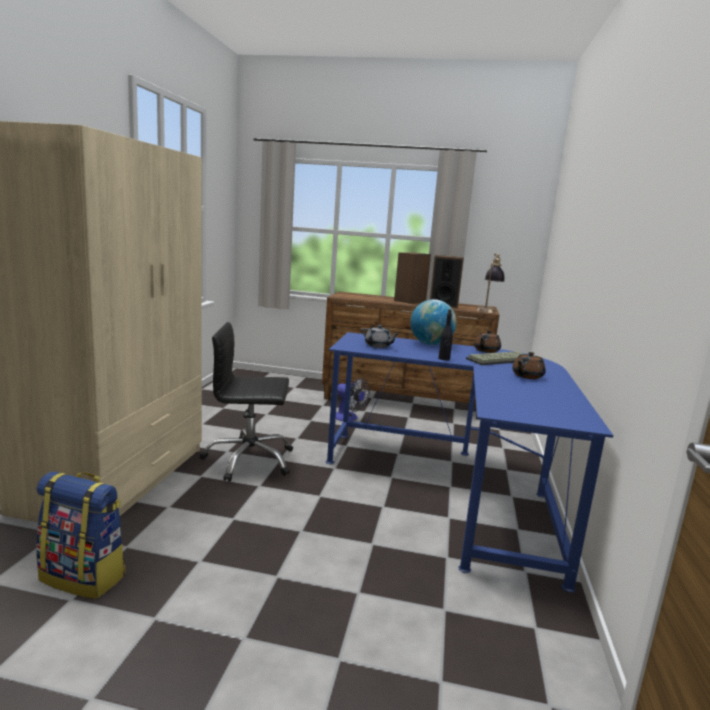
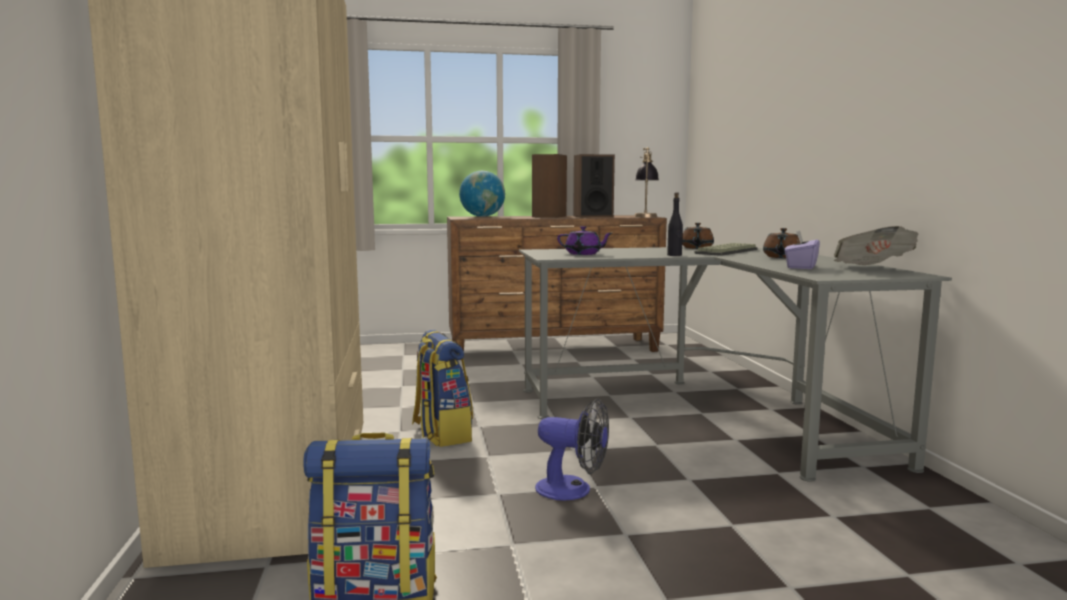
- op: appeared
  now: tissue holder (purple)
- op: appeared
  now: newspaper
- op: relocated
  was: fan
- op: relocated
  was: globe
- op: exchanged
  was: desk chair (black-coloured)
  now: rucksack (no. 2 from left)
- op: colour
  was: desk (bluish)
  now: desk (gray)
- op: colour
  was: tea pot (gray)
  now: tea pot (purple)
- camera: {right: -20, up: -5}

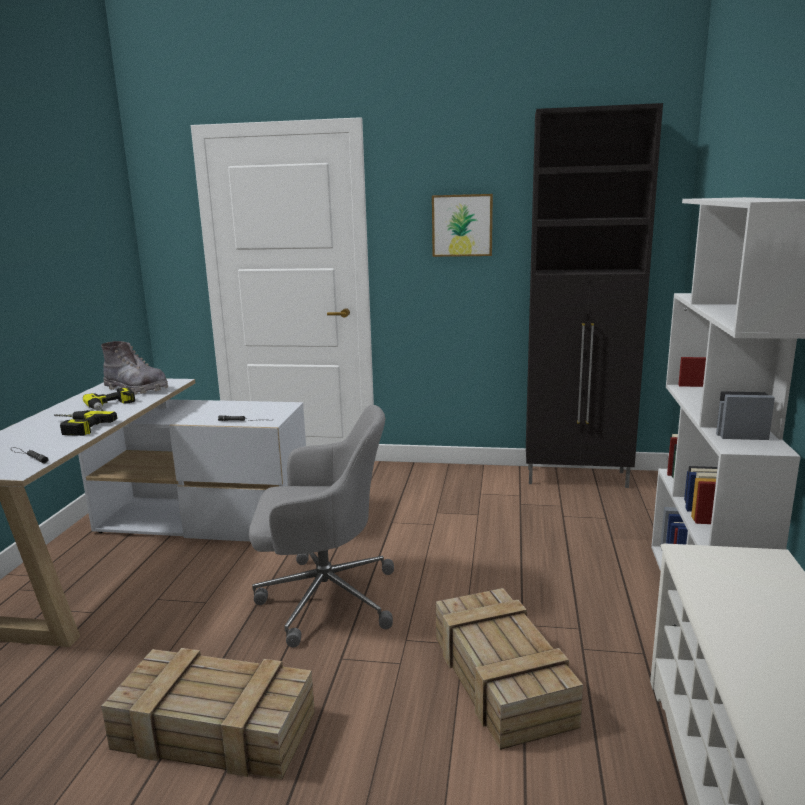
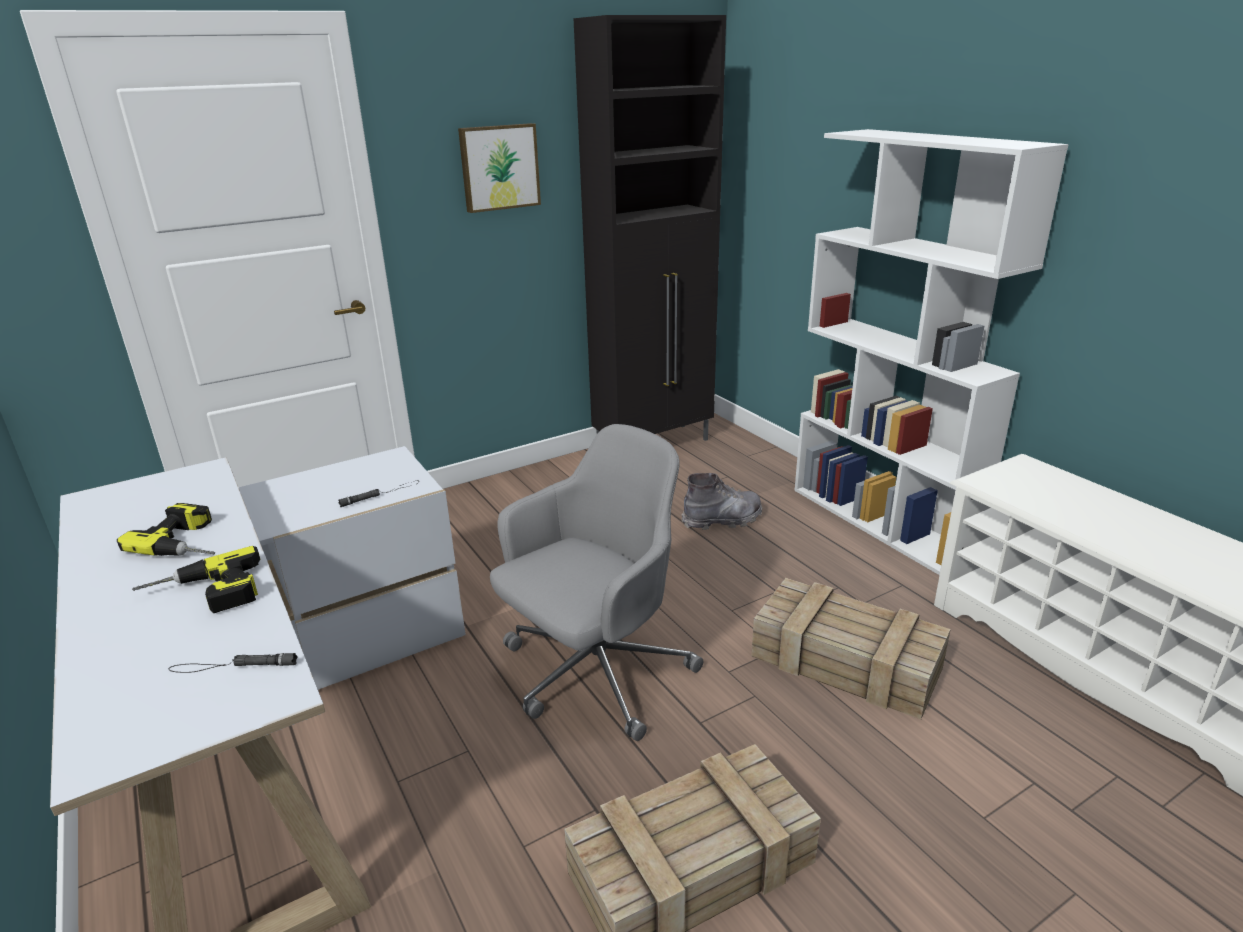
- op: relocated
  was: boot (gray)
- camera: {right: -40, up: 10}

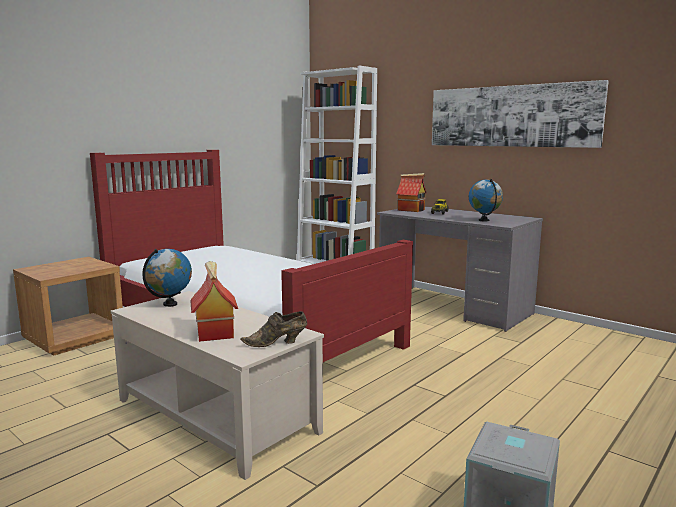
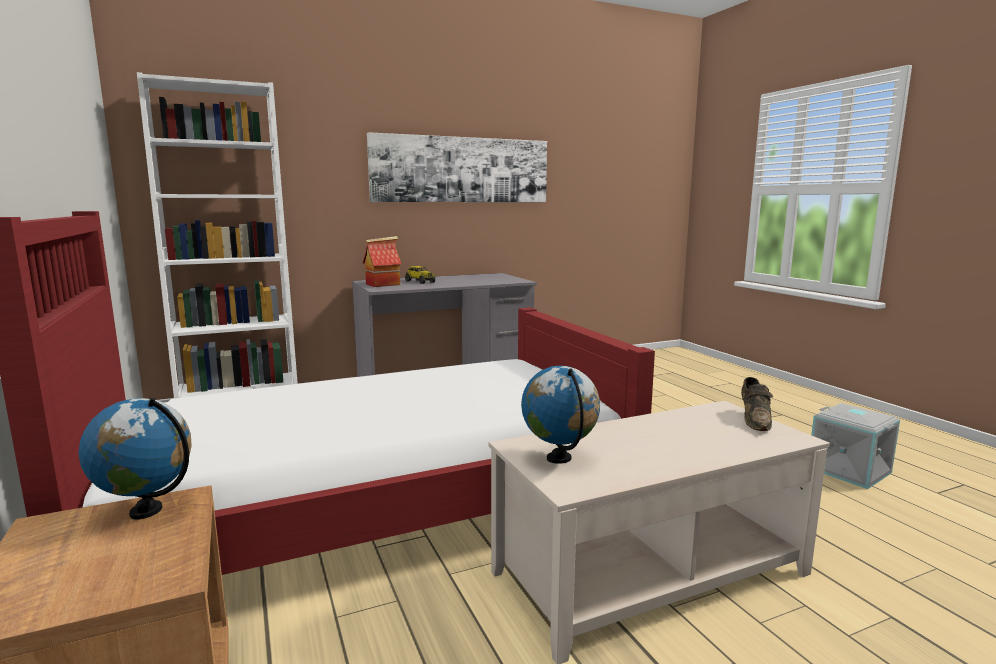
- op: missing
  was: miniature house (no. 1 from left)
- op: relocated
  was: globe (no. 2 from left in the first image)
  now: globe (no. 1 from left)
- camera: {right: -65, up: 0}

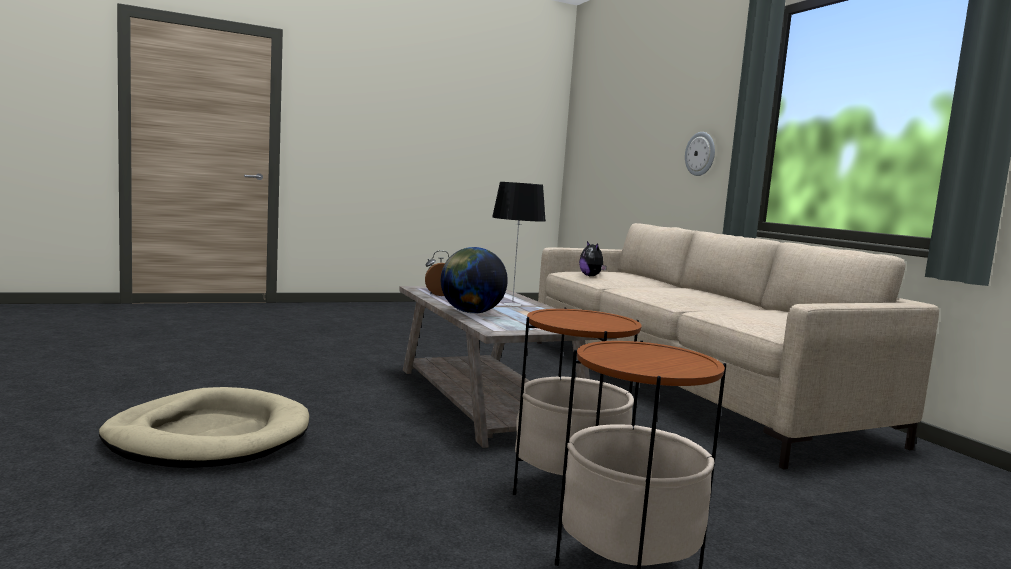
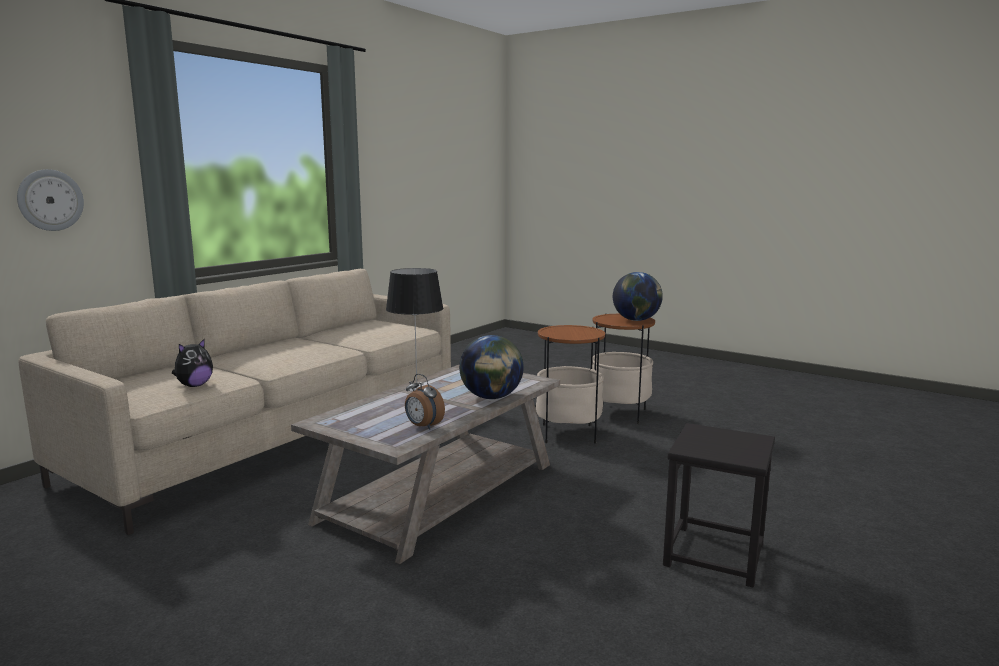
- op: appeared
  now: globe (no. 2 from left)
- op: exchanged
  was: dog bed (beige)
  now: stool (black-coloured)
- camera: {right: -120, up: 5}

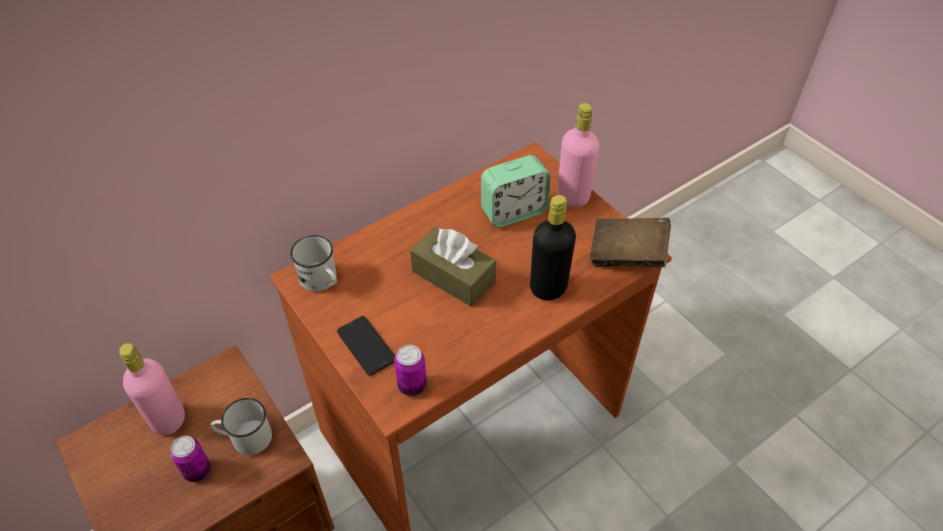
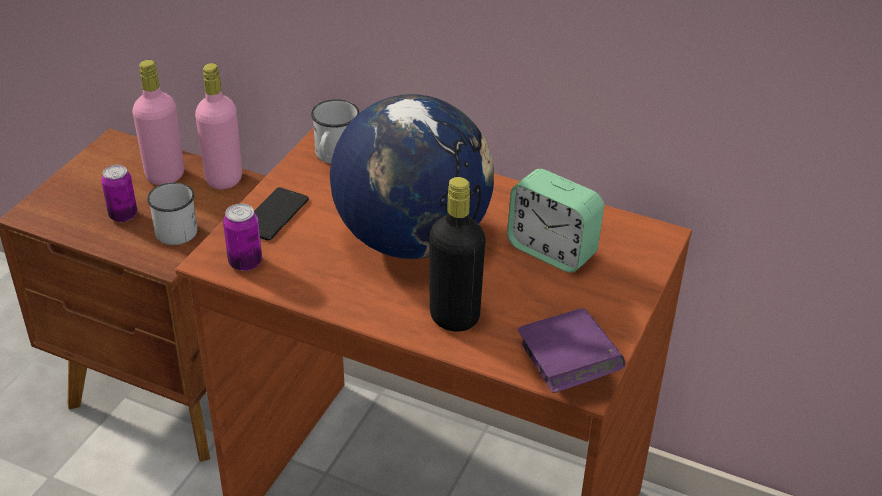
- op: relocated
  was: beverage bottle (pink-coloured) (no. 2 from left)
- op: exchanged
  was: tissue holder (brownish)
  now: globe
- op: colour
  was: volume (brownish)
  now: volume (purple)
- camera: {right: 60, up: -10}

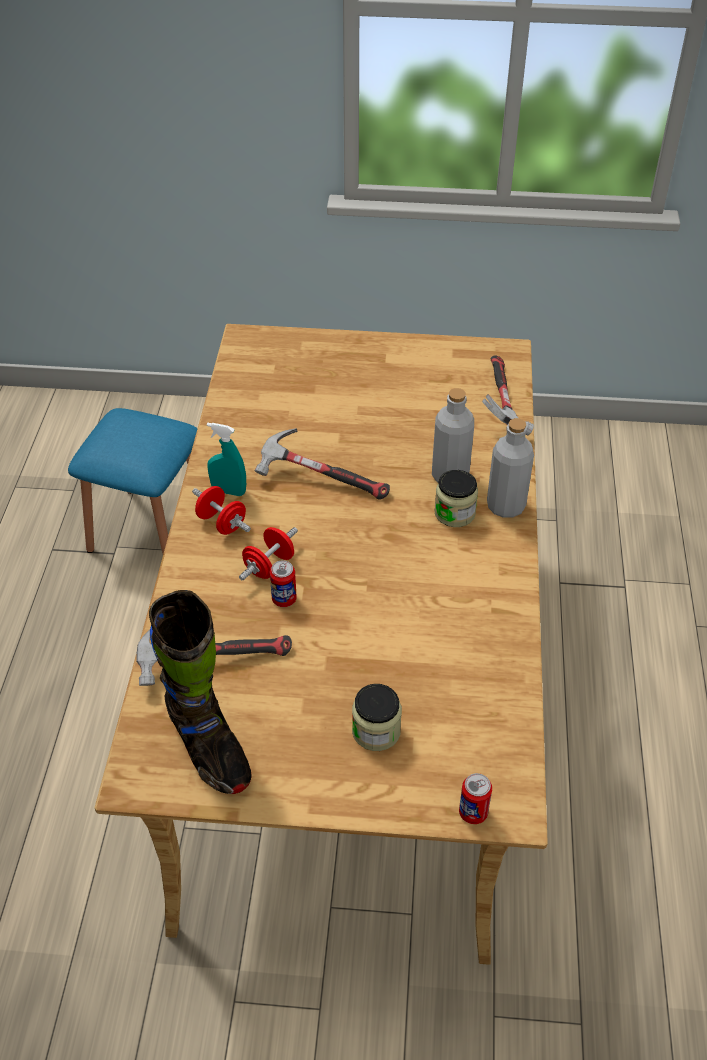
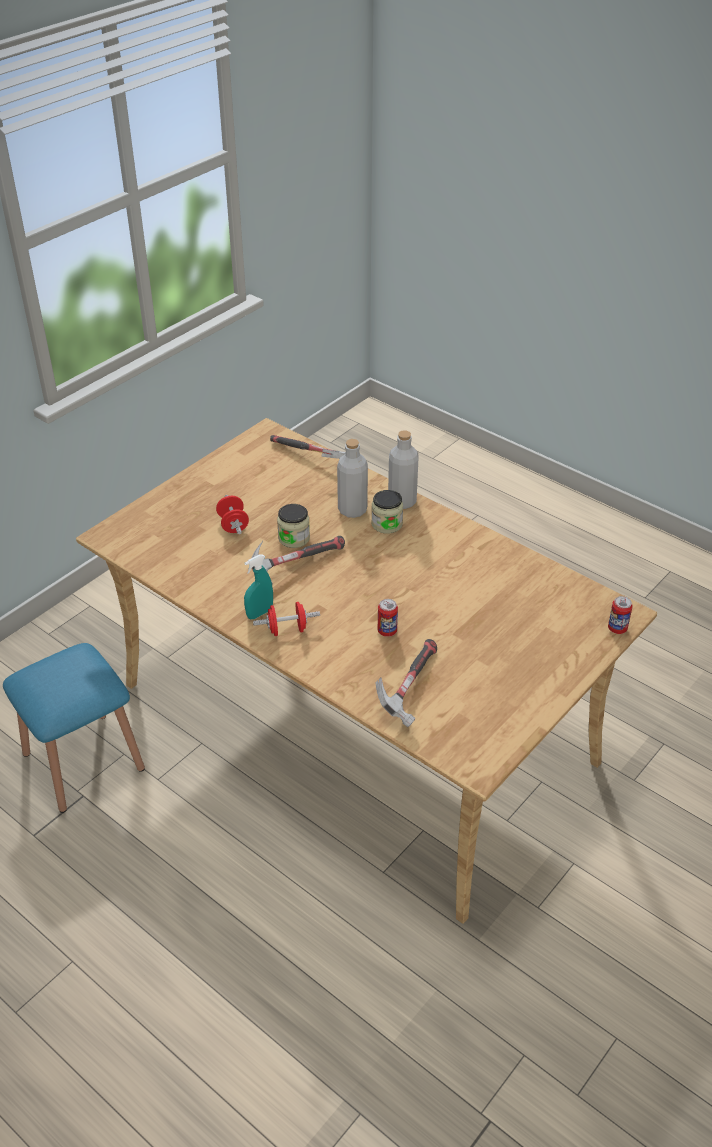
- op: missing
  was: boot (black-coloured)
- op: relocated
  was: free weight (reddish) (no. 2 from left in the first image)
  now: free weight (reddish) (no. 1 from left)
- op: relocated
  was: preserve jar (no. 1 from left)
- camera: {right: -55, up: -5}

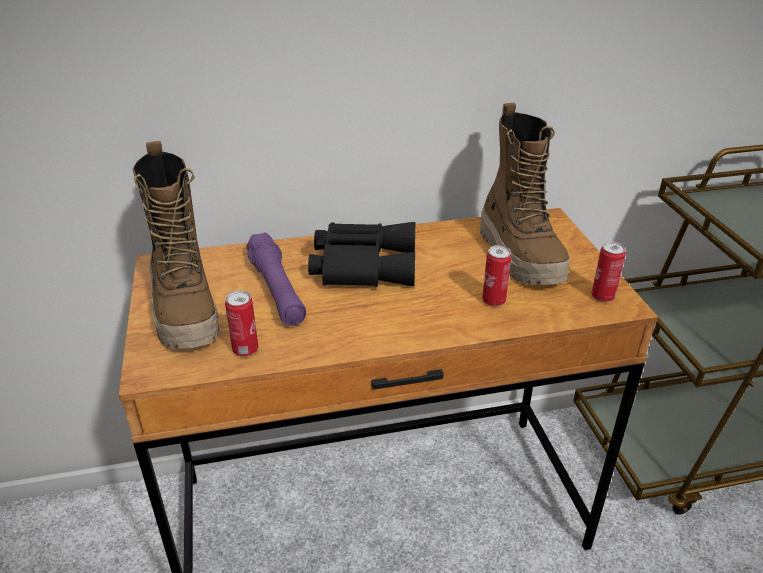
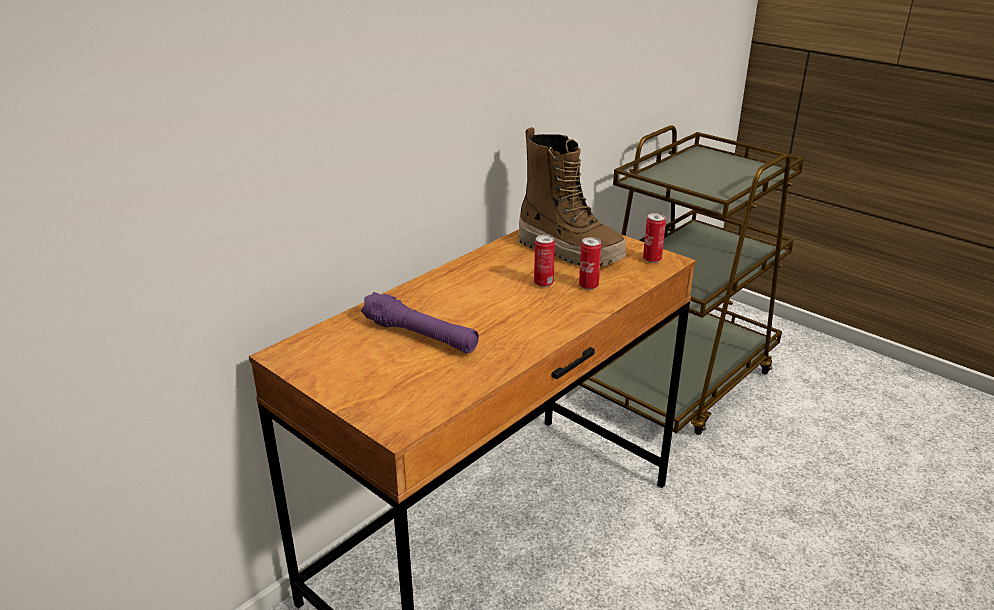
- op: missing
  was: boot (no. 1 from left)
- op: missing
  was: binoculars (black-coloured)
- op: relocated
  was: can (no. 1 from left)
- camera: {right: -35, up: -5}

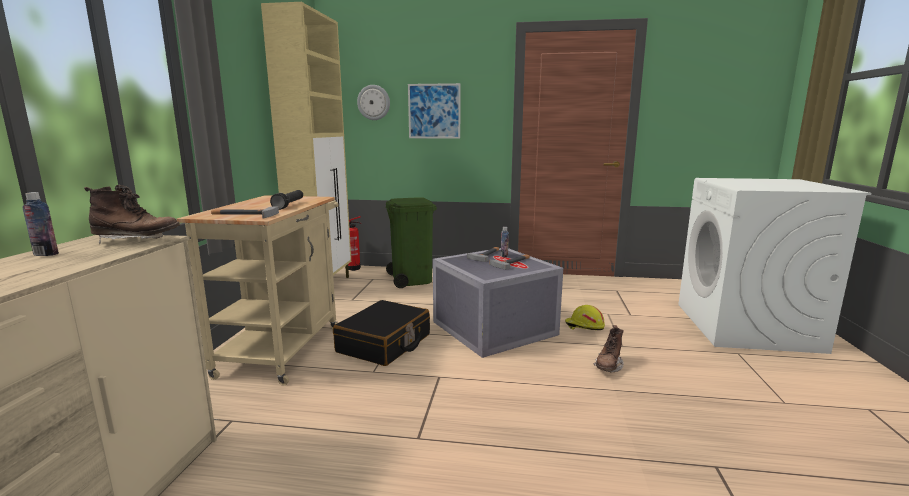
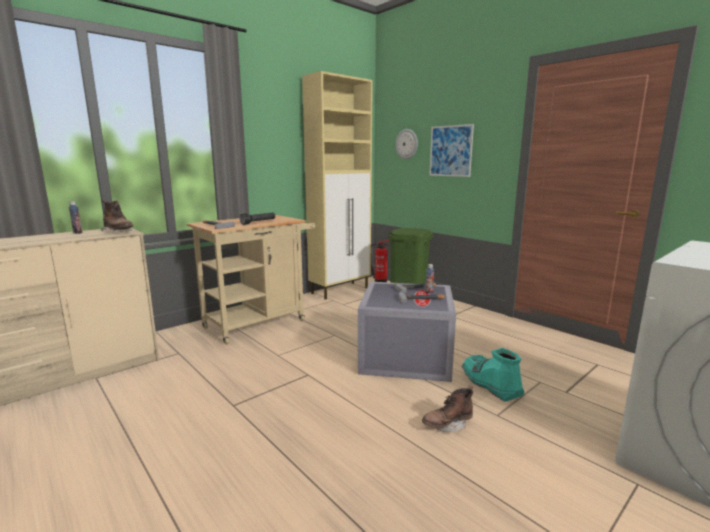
- op: missing
  was: piece of luggage (black-coloured)
- op: exchanged
  was: safety helmet (yellowish)
  now: boot (turquoise-coloured)
- camera: {right: 40, up: 0}

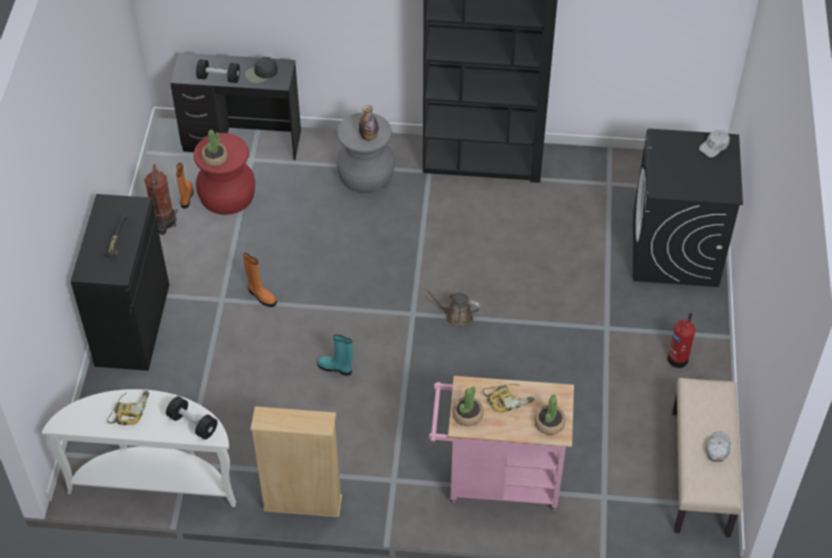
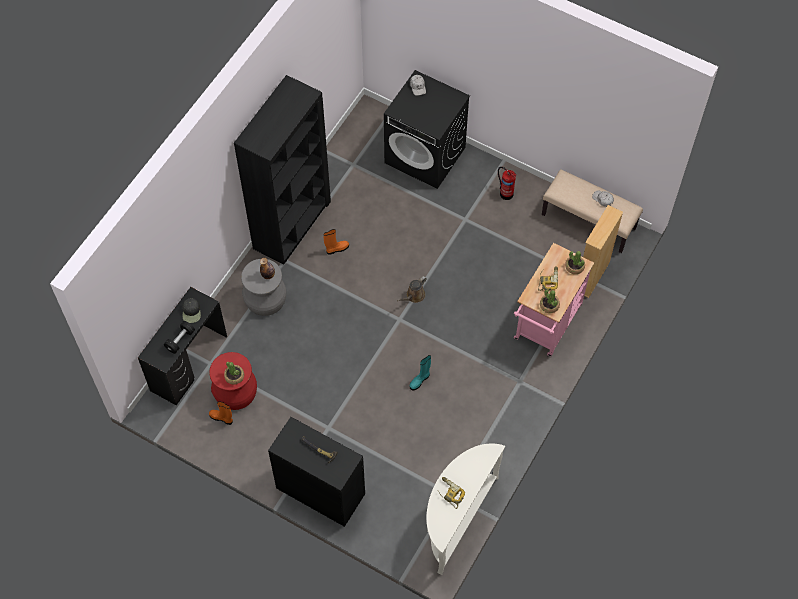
- op: missing
  was: extinguisher (no. 1 from left)
- op: missing
  was: free weight (black-coloured) (no. 1 from left)
- op: relocated
  was: boot (orange) (no. 2 from left)
- op: relocated
  was: bookshelf (beige)
- camera: {right: -65, up: 10}

